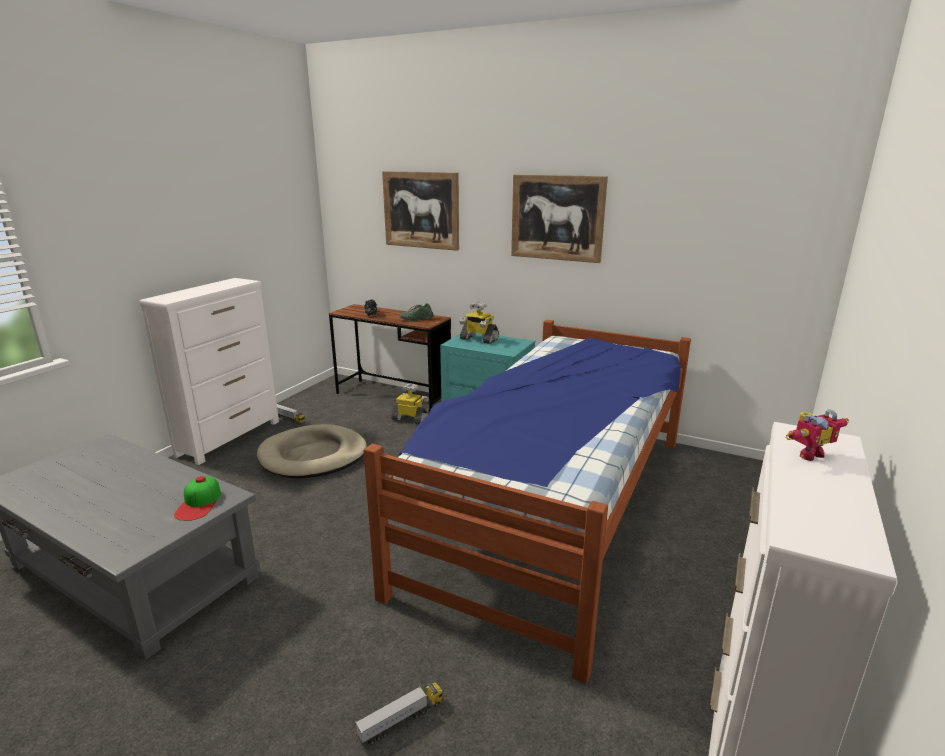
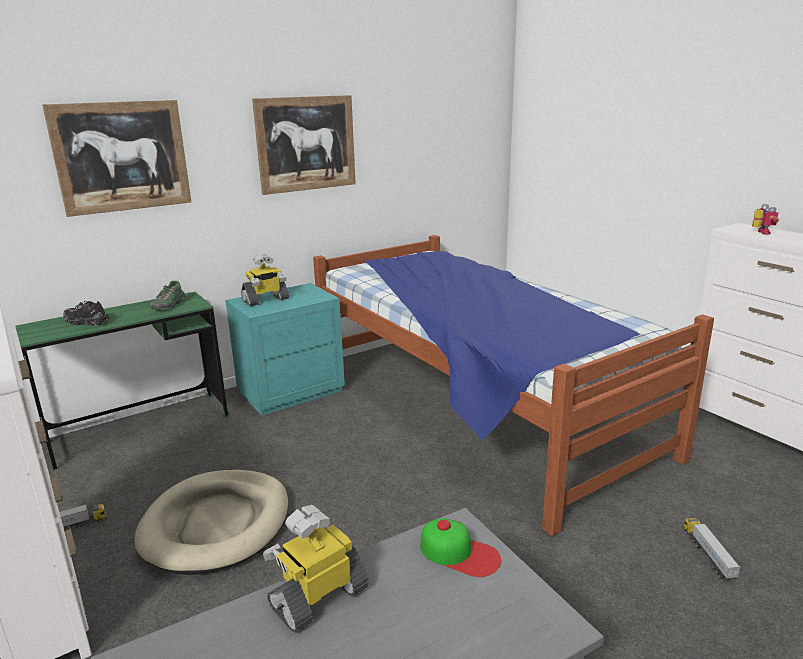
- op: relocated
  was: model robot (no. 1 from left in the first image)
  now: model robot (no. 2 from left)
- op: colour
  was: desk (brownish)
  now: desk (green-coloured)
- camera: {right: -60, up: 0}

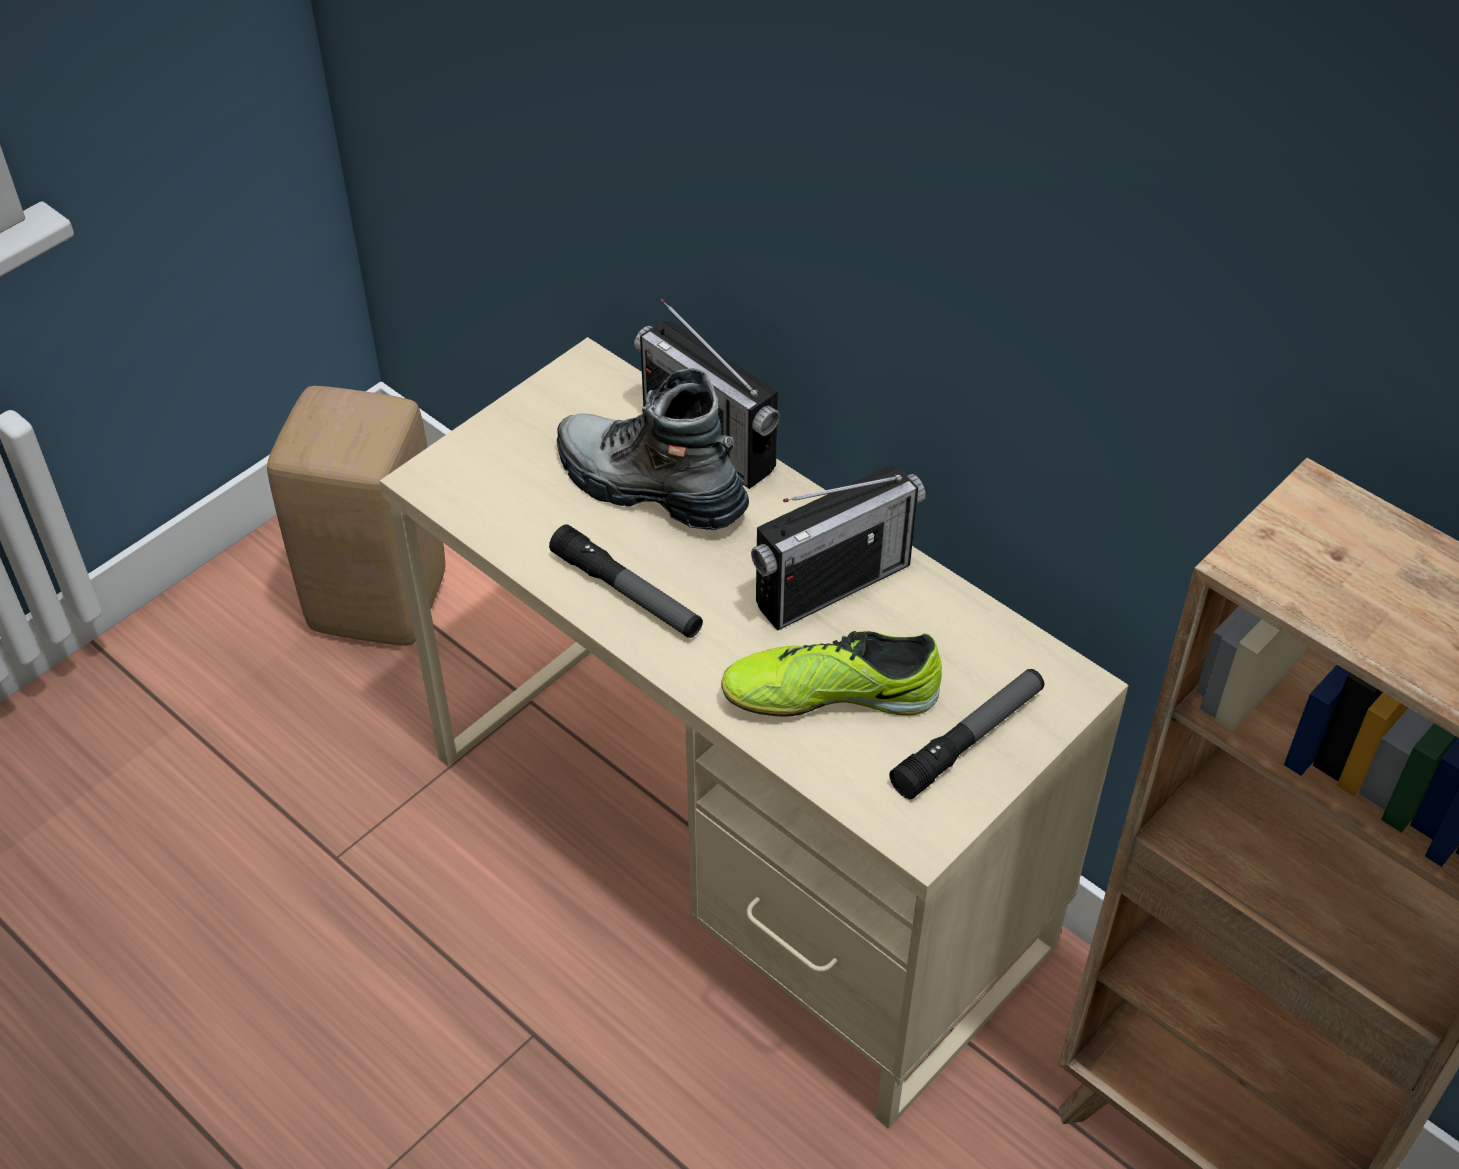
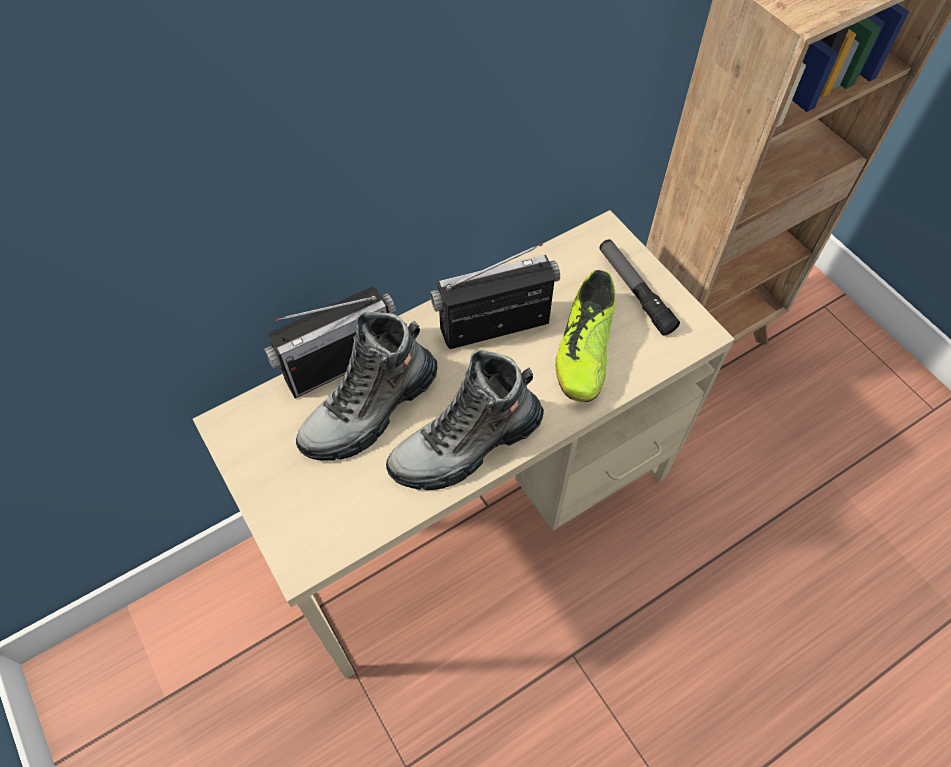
- op: missing
  was: stool (beige)
- op: exchanged
  was: flashlight (no. 1 from left)
  now: boot (no. 2 from left)
- op: spun
  was: radio set (no. 2 from left)
  clockwise: -90
- camera: {right: -75, up: 10}

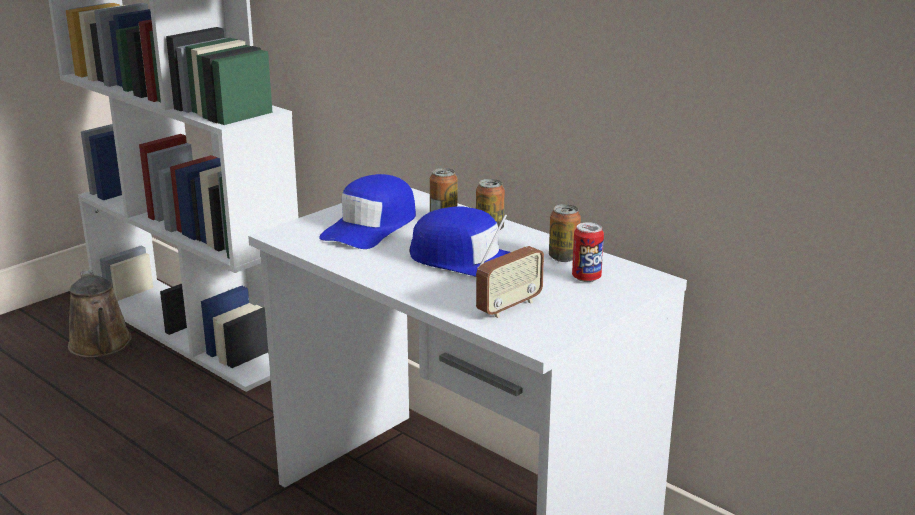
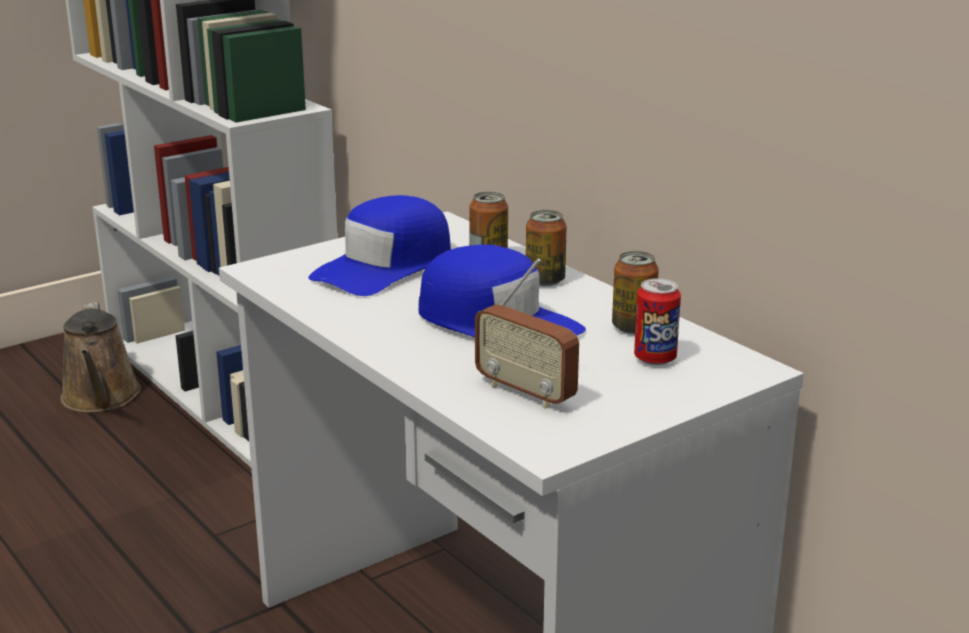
- op: spun
  was: radio set
  clockwise: 75
- camera: {right: 10, up: 0}

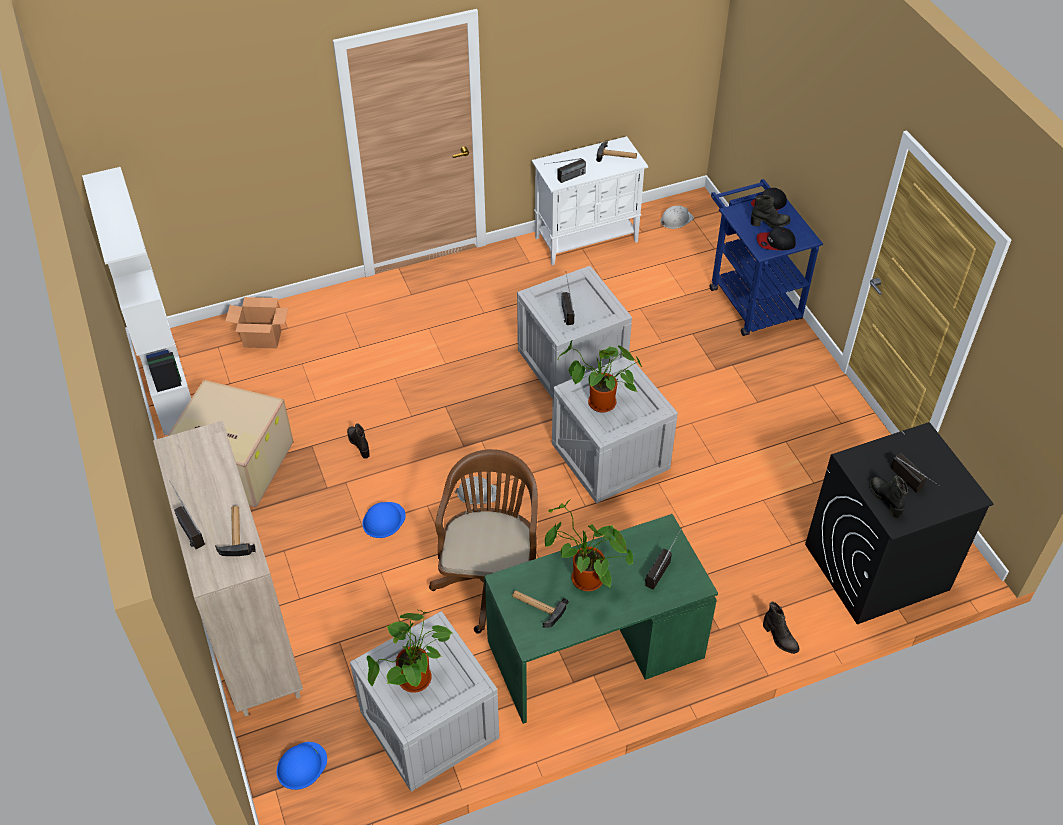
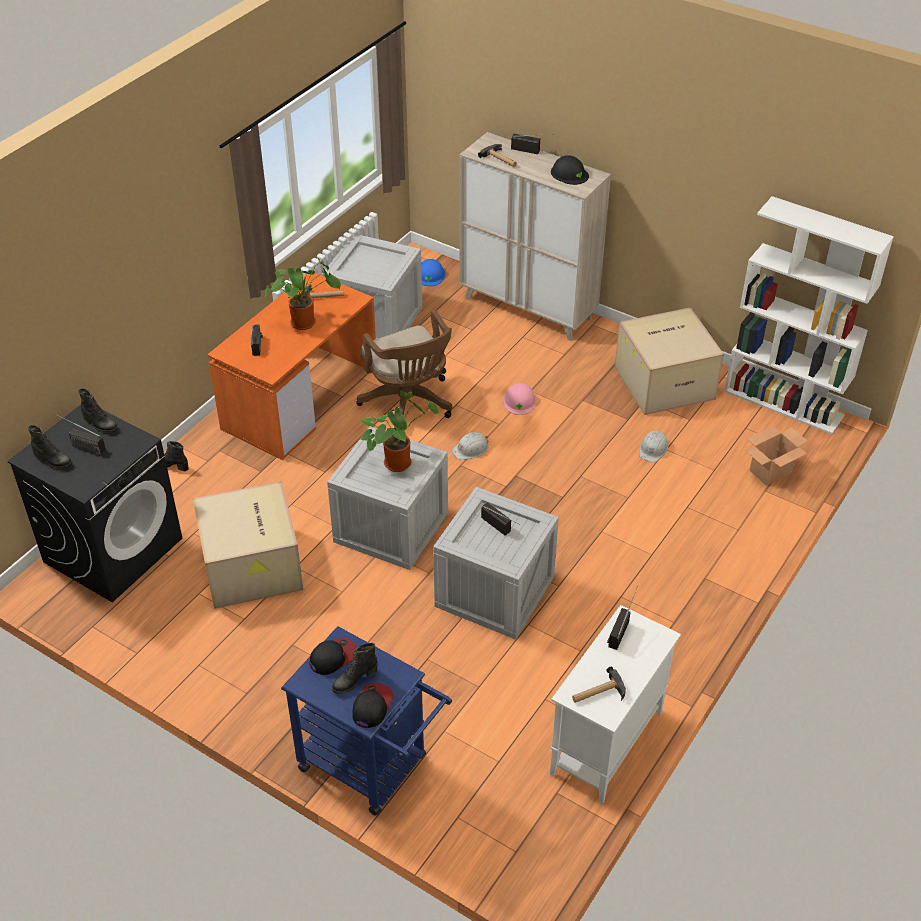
- op: missing
  was: plant in a pot (no. 1 from left)
- op: appeared
  now: carton (no. 1 from left)
- op: appeared
  now: safety helmet (black-coloured)
- op: relocated
  was: boot (black-coloured) (no. 1 from left)
- op: relocated
  was: safety helmet (white) (no. 2 from left)
- op: colour
  was: safety helmet (bluish) (no. 2 from left)
  now: safety helmet (pink-coloured)
- op: colour
  was: desk (green-coloured)
  now: desk (orange)
- camera: {right: 145, up: -5}

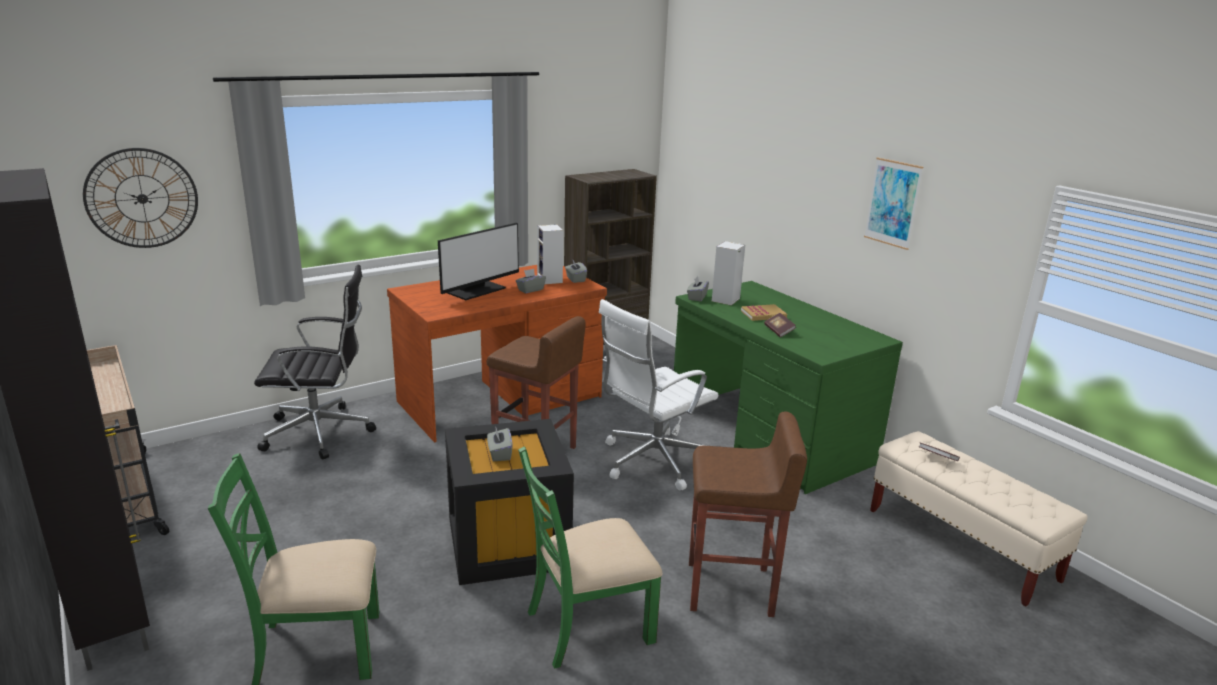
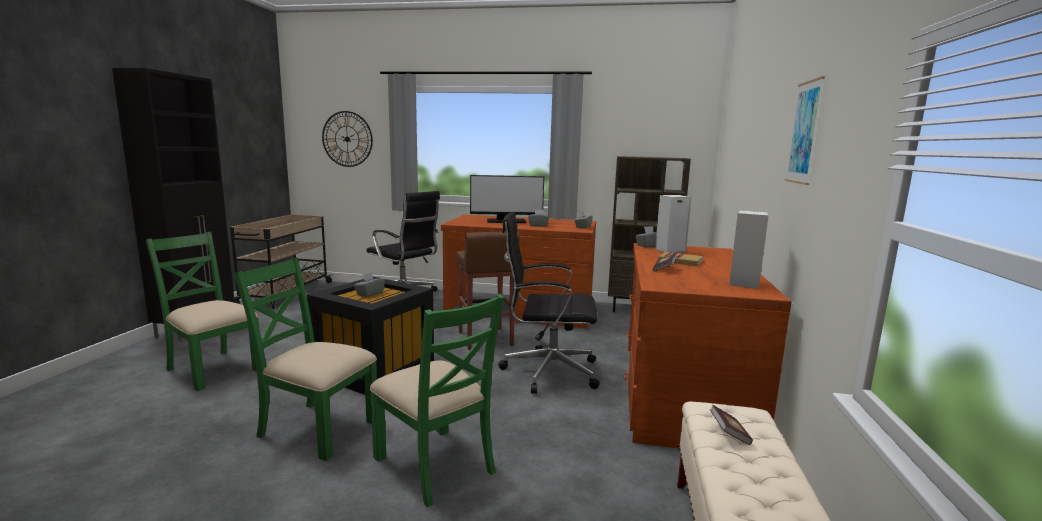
- op: relocated
  was: speaker (no. 1 from left in the first image)
  now: speaker (no. 2 from left)
- op: exchanged
  was: stool (brownish) (no. 2 from left)
  now: chair (green-coloured) (no. 3 from left)
- op: colour
  was: desk chair (white)
  now: desk chair (black-coloured) (no. 2 from left)
- op: colour
  was: desk (green-coloured)
  now: desk (brownish) (no. 2 from left)
- camera: {right: 45, up: -10}

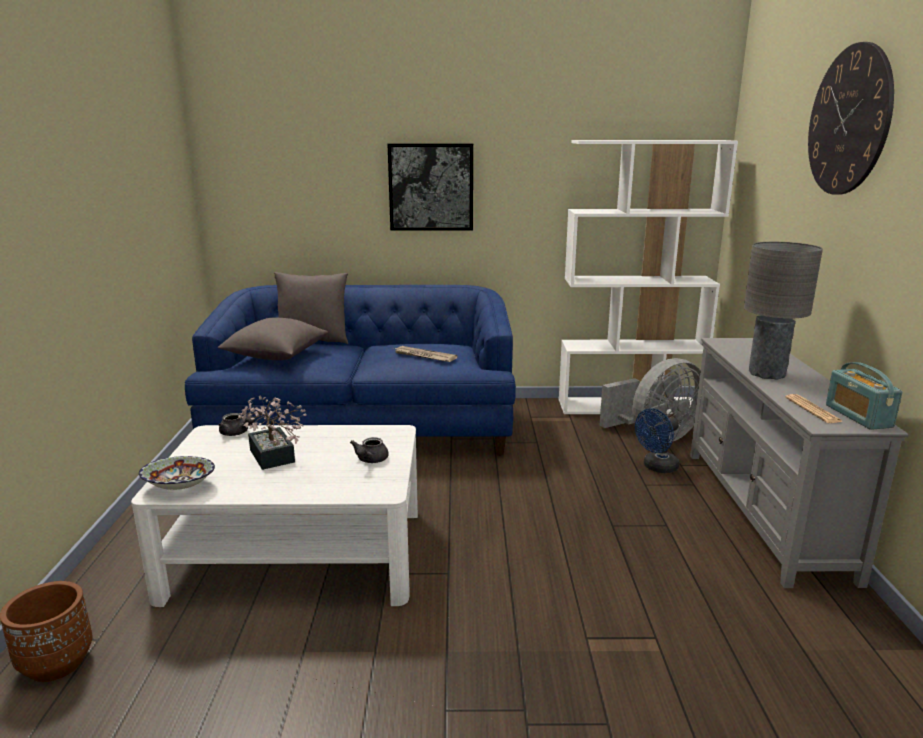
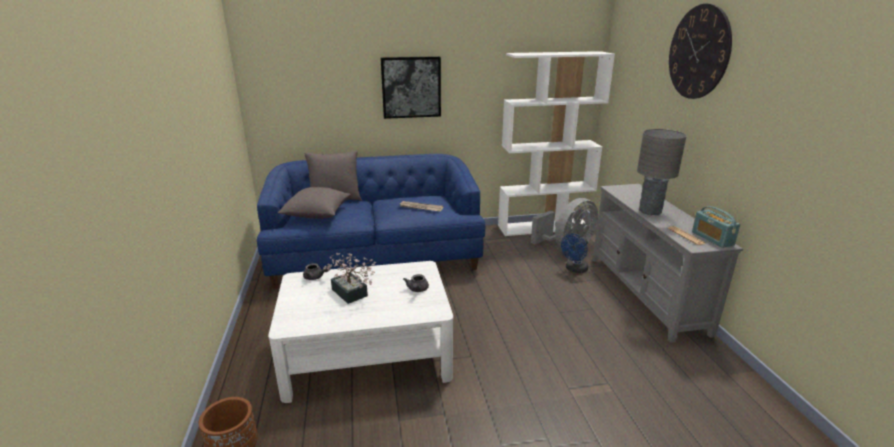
- op: missing
  was: serving bowl
- camera: {right: -10, up: 5}

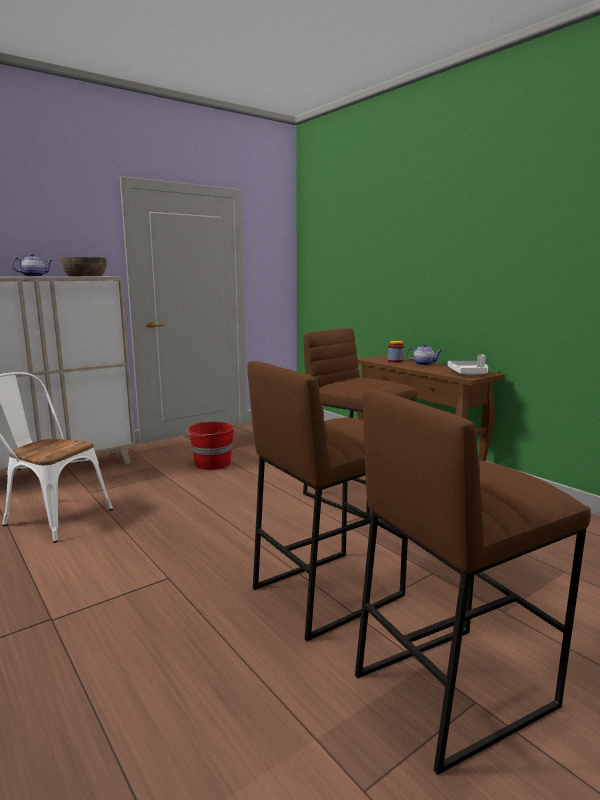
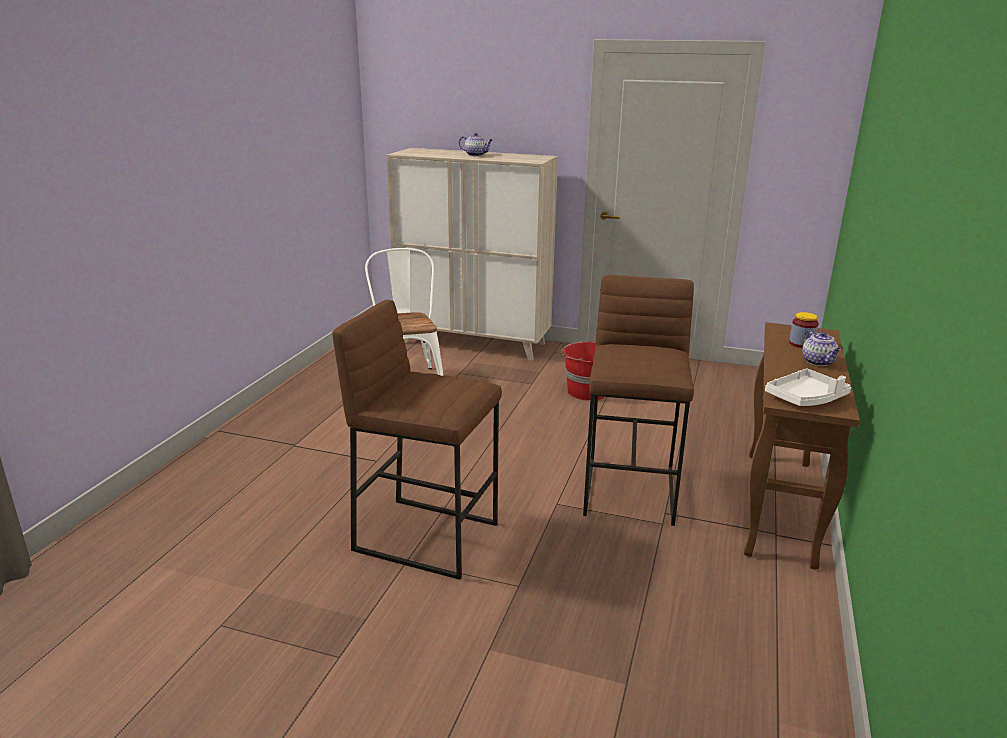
- op: missing
  was: serving bowl (brownish)
- op: missing
  was: stool (brownish) (no. 3 from left)
- camera: {right: 55, up: 10}

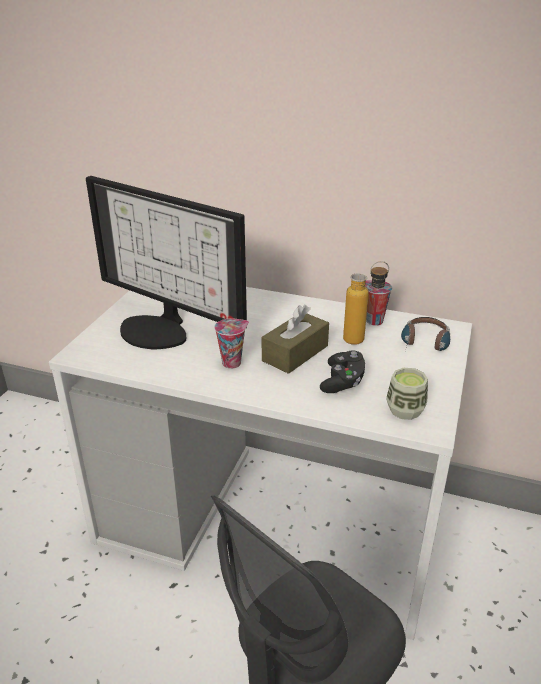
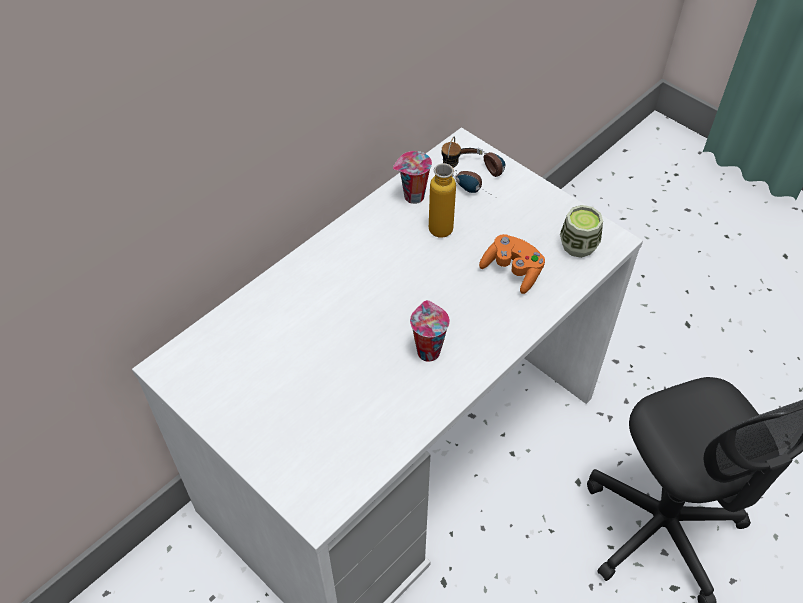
- op: missing
  was: monitor
- op: missing
  was: tissue holder (brownish)
- op: colour
  was: gamepad (black-coloured)
  now: gamepad (orange)
- camera: {right: -65, up: 20}

